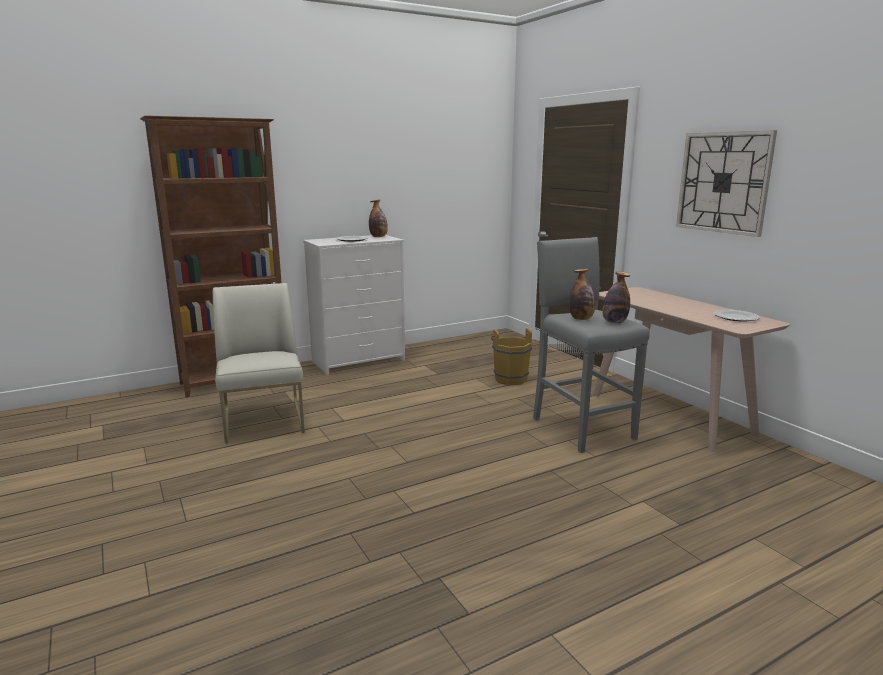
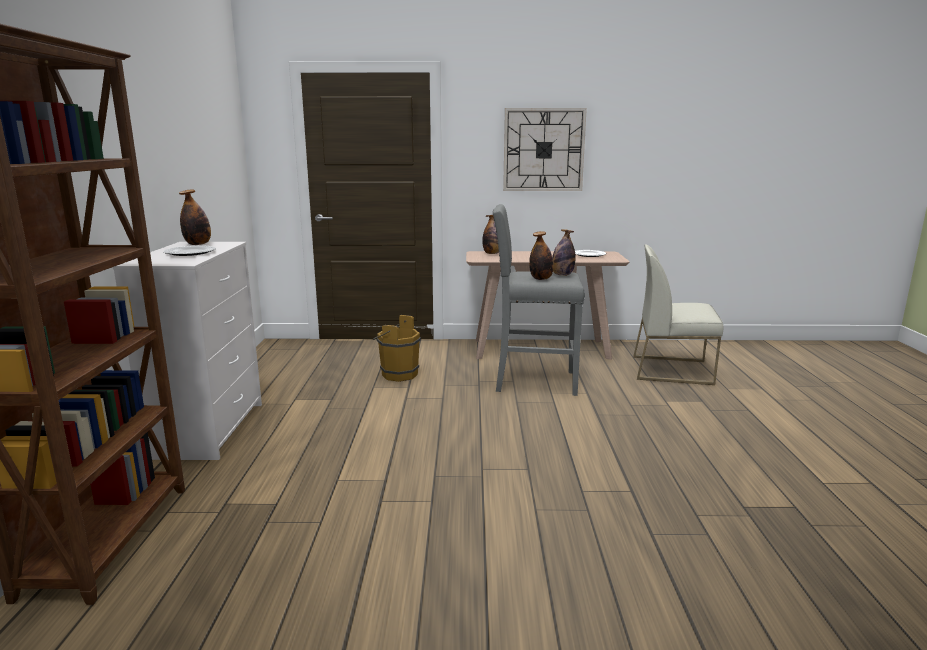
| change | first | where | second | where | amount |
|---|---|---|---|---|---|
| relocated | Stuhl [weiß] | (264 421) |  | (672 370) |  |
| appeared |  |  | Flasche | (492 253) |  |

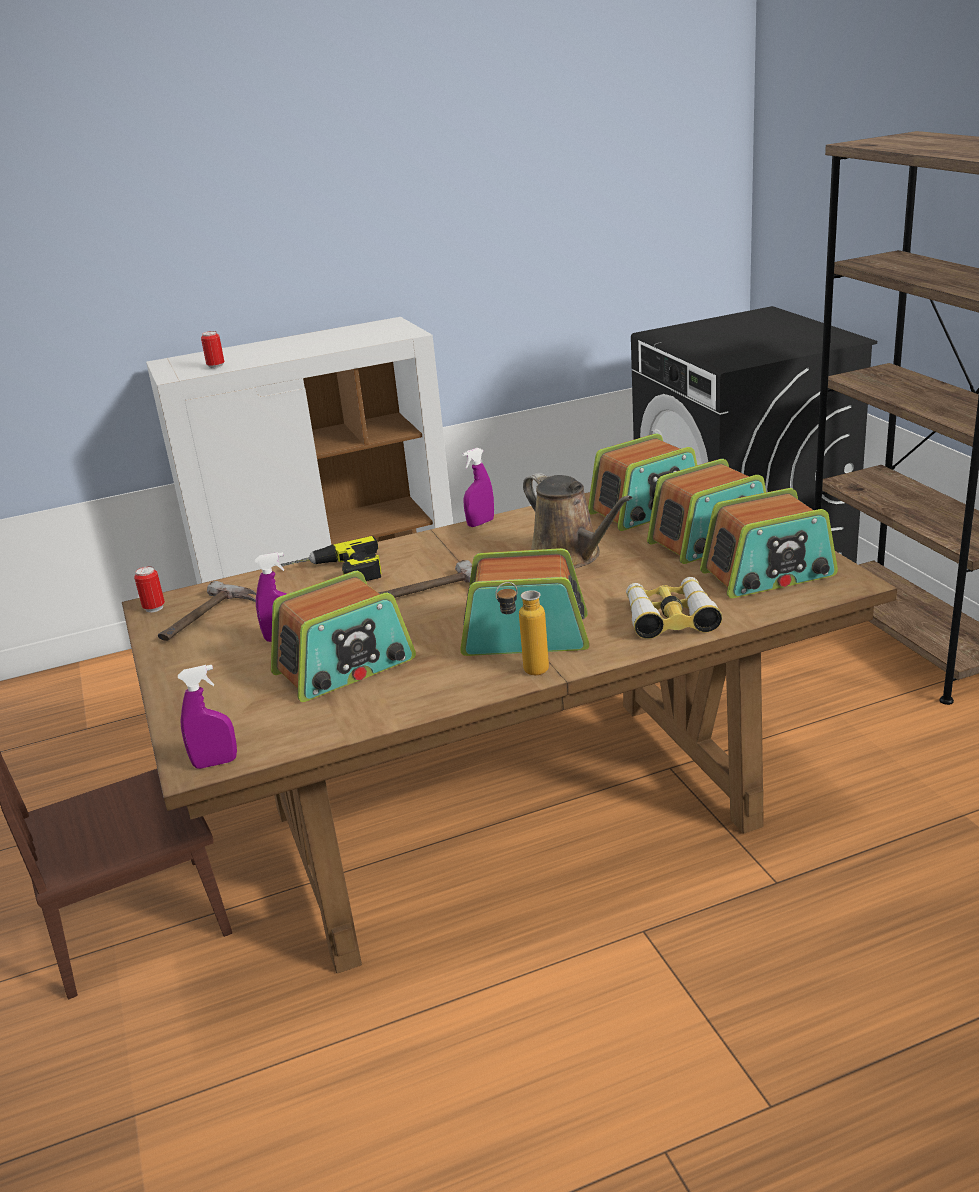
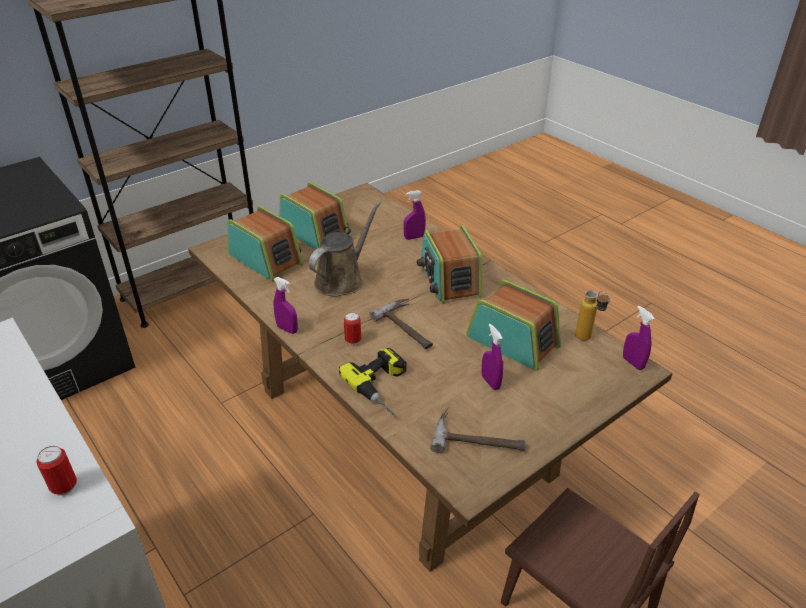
| change | first | where | second | where | amount |
|---|---|---|---|---|---|
| missing | Radio | (768 574) |  |  |  |
| relocated | Dose | (154 608) |  | (353 340) |  |
| exchanged | Fernglas | (670 617) | Sprühflasche [lila] | (414 237) |  |
| relocated | Flasche | (525 672) |  | (587 340) |  |

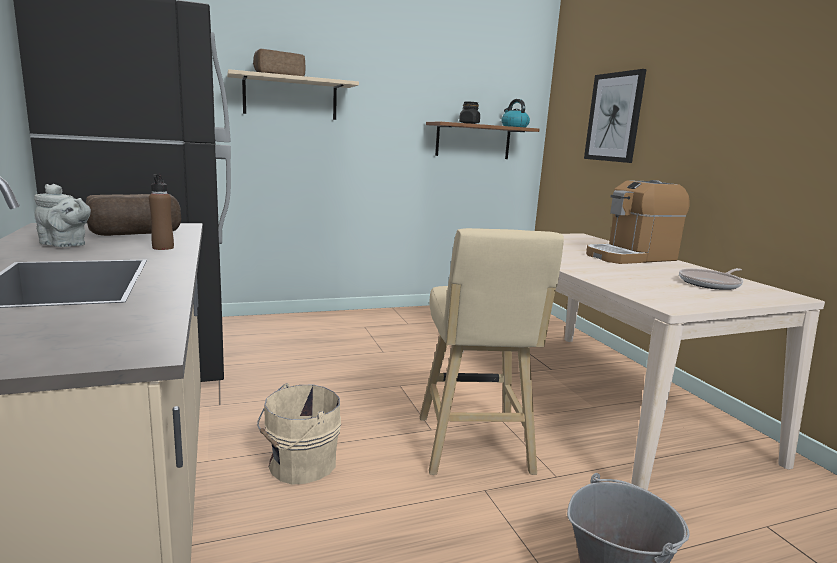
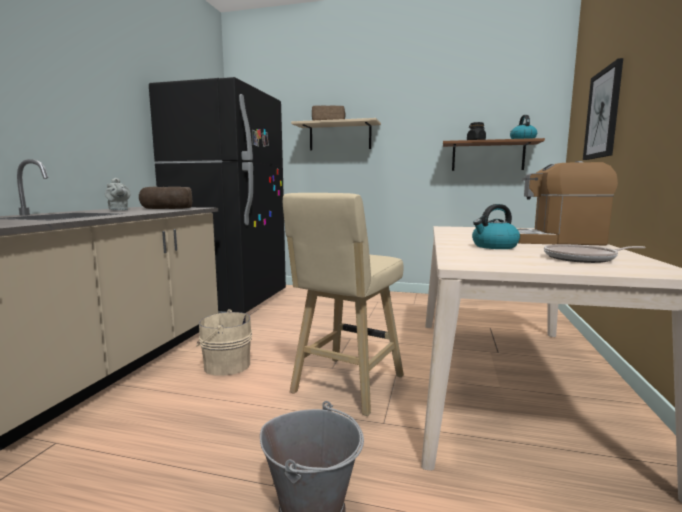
| change | first | where | second | where | amount |
|---|---|---|---|---|---|
| missing | Flasche [braun] | (163 248) |  |  |  |
| appeared |  |  | Wasserkessel | (494 246) |  |

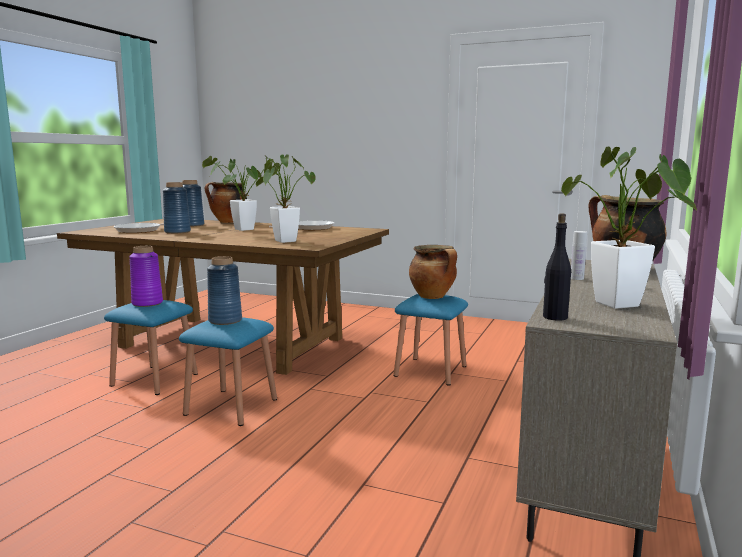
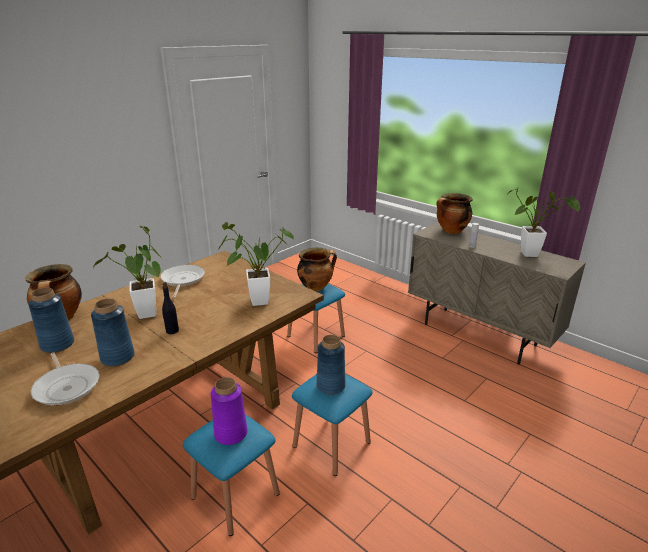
| change | first | where | second | where | amount |
|---|---|---|---|---|---|
| relocated | Flasche [schwarz] | (554 317) |  | (172 331) |  |

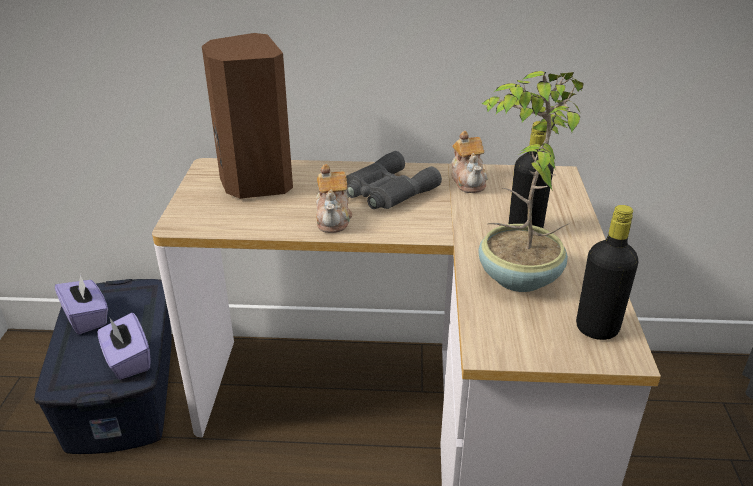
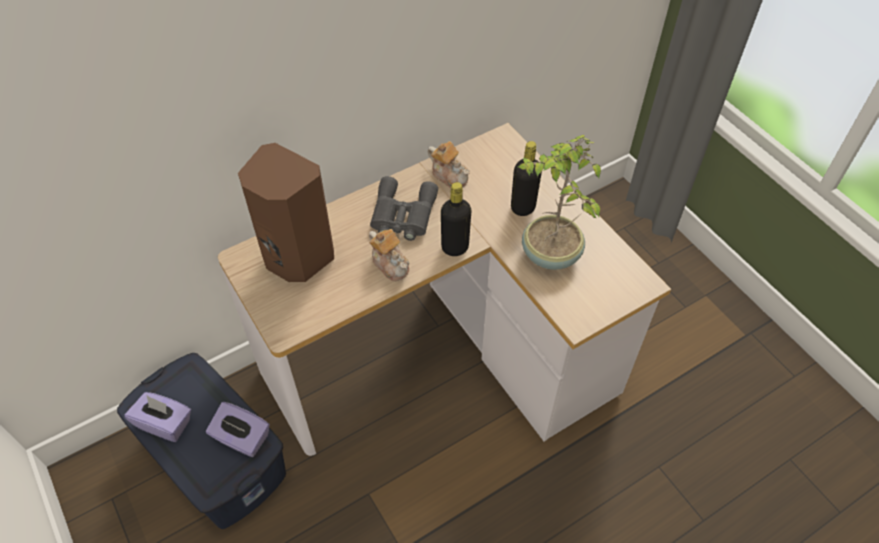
| change | first | where | second | where | amount |
|---|---|---|---|---|---|
| relocated | Flasche [schwarz] | (597 329) |  | (455 247) |  |

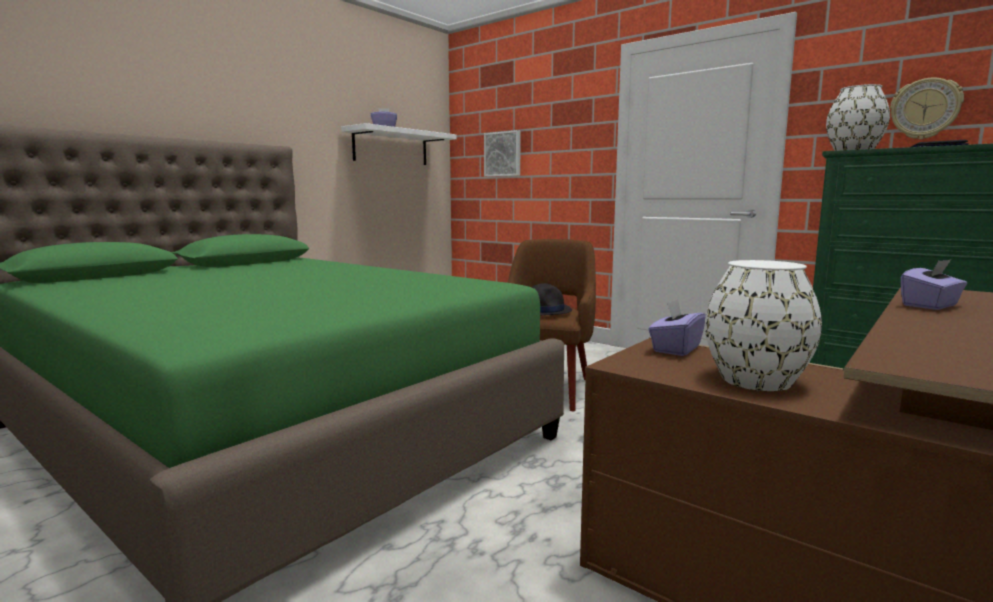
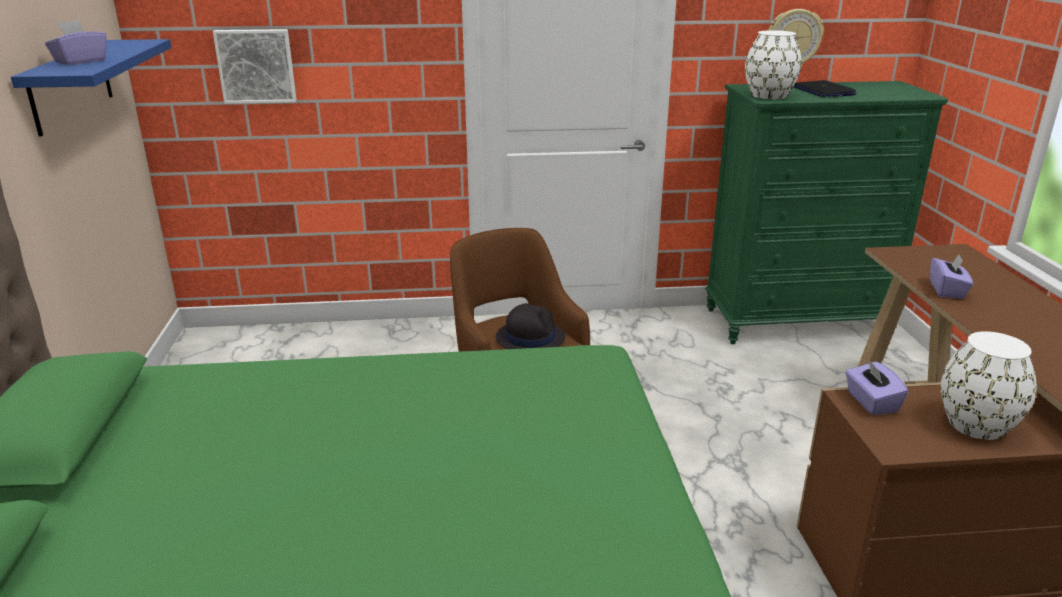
| change | first | where | second | where | amount |
|---|---|---|---|---|---|
| colour | Wandregal [weiß] | (391 147) | Wandregal [blau] | (71 85) |  |

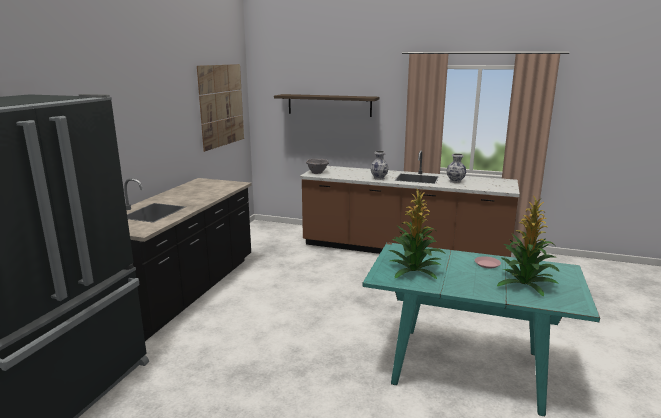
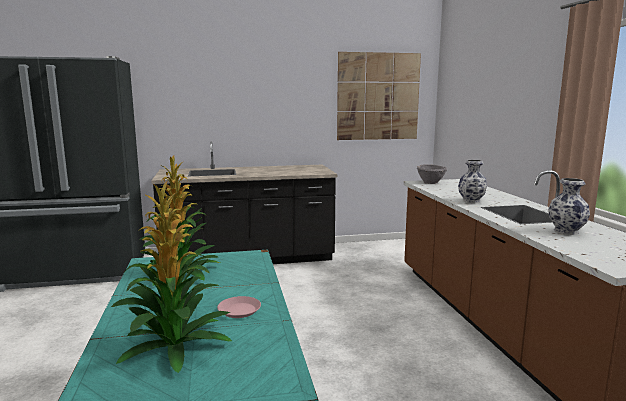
| change | first | where | second | where | amount |
|---|---|---|---|---|---|
| missing | Wandregal | (329 105) |  |  |  |

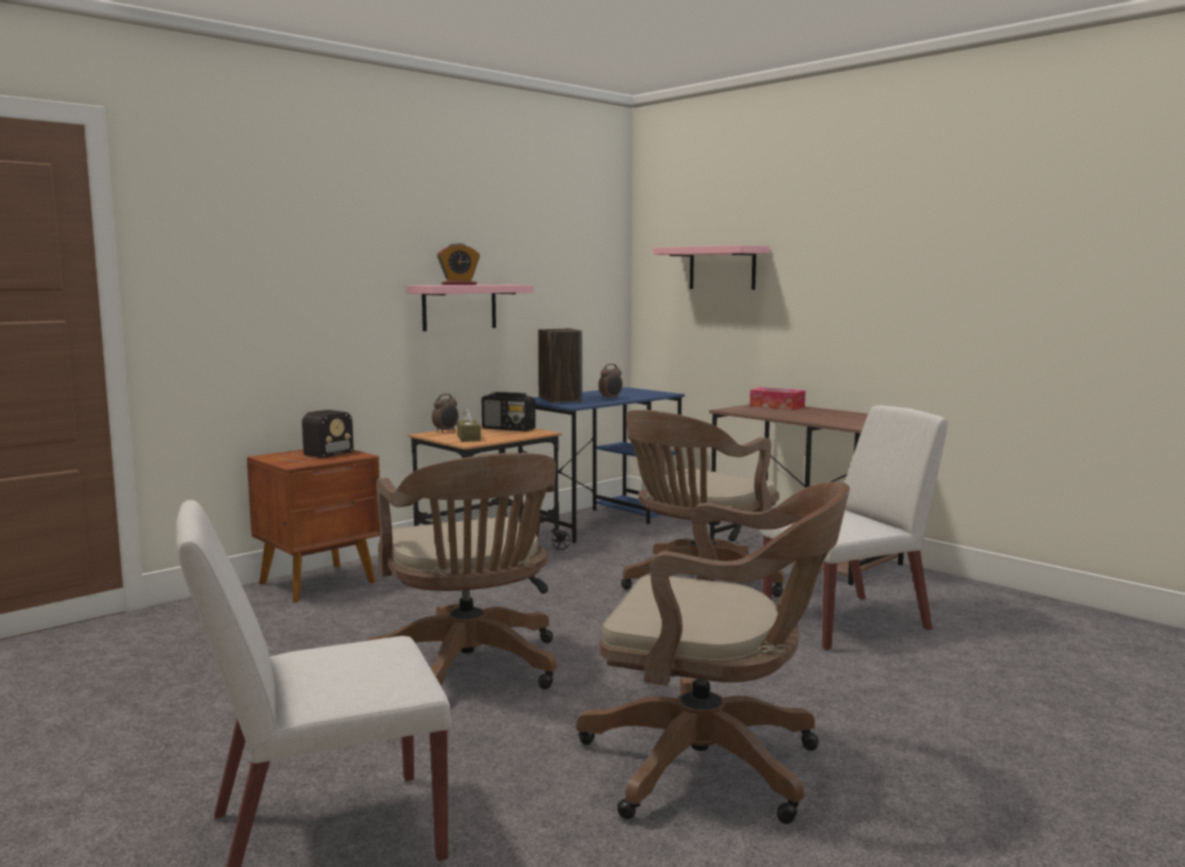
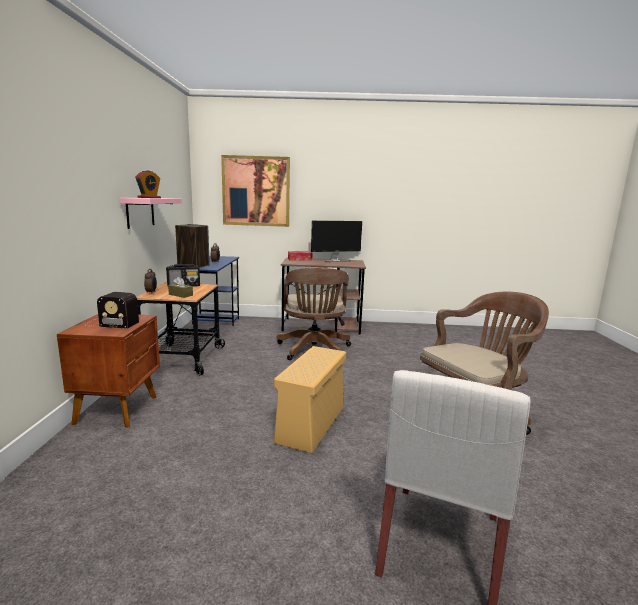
| change | first | where | second | where | amount |
|---|---|---|---|---|---|
| exchanged | Wandregal [rosa] | (722 268) | Bild | (256 191) |  |
| missing | Stuhl [weiß] | (847 622) |  |  |  |
| spun | Radio | (314 455) |  | (110 323) | 105 degrees clockwise |
| exchanged | Bürostuhl [braun] | (471 669) | Aufbewahrungsbox [beige] | (311 425) |  |
| appeared |  |  | Monitor | (335 260) |  |

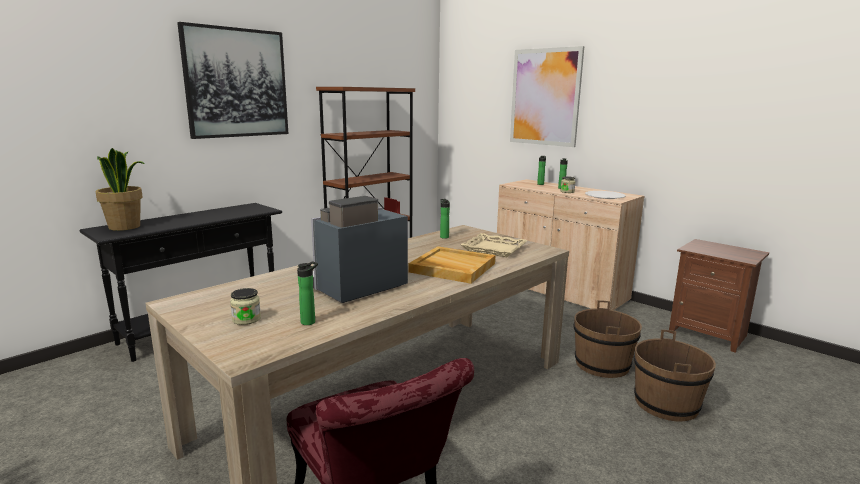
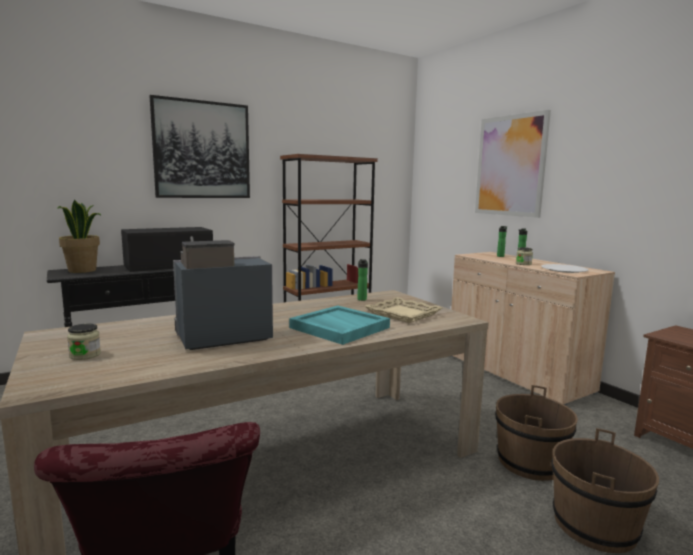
| change | first | where | second | where | amount |
|---|---|---|---|---|---|
| colour | Tablett [beige] | (452 268) | Tablett [türkis] | (338 327) |  |
| missing | Flasche | (310 321) |  |  |  |
| appeared |  |  | Mikrowelle [schwarz] | (170 265) |  |

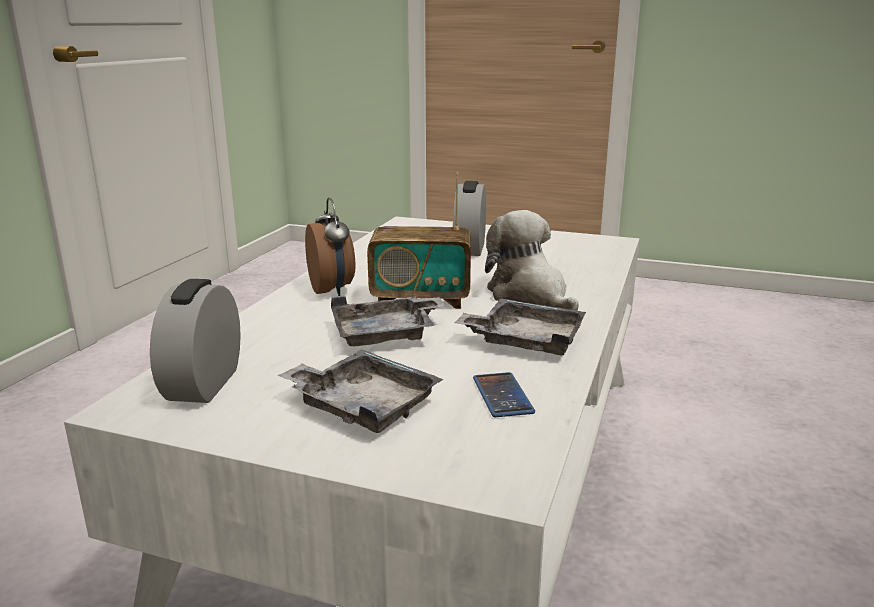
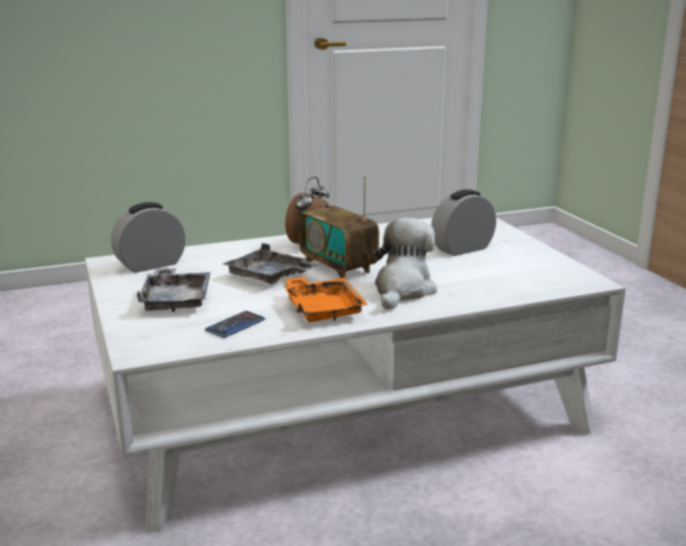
| change | first | where | second | where | amount |
|---|---|---|---|---|---|
| colour | Tablett [grau] | (525 341) | Tablett [orange] | (322 309) |  |

